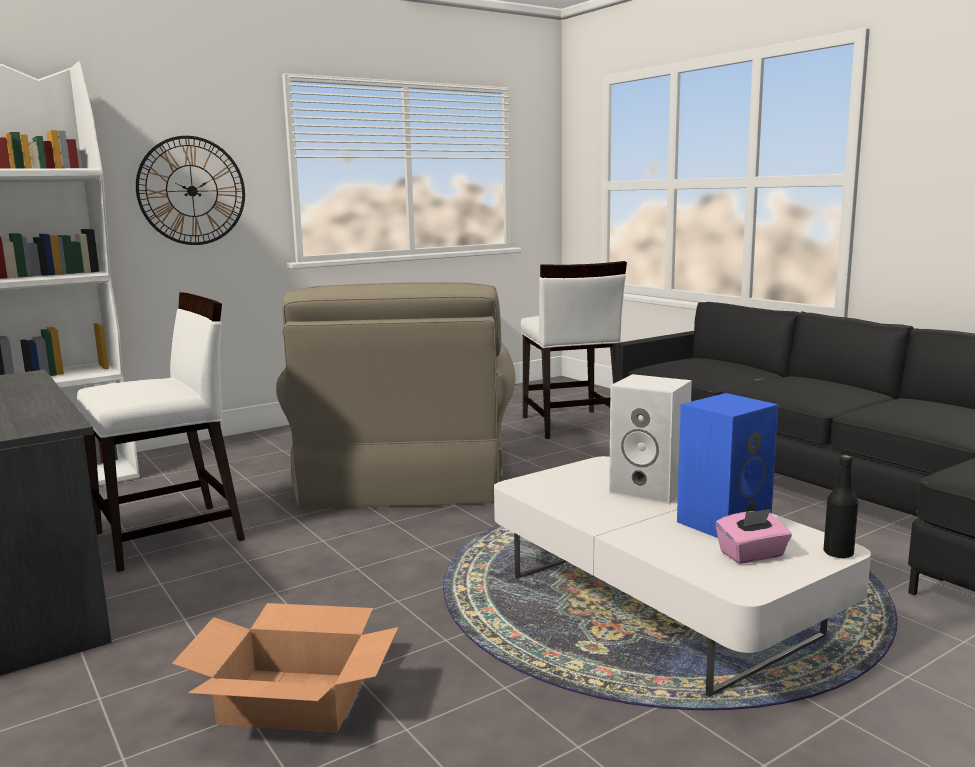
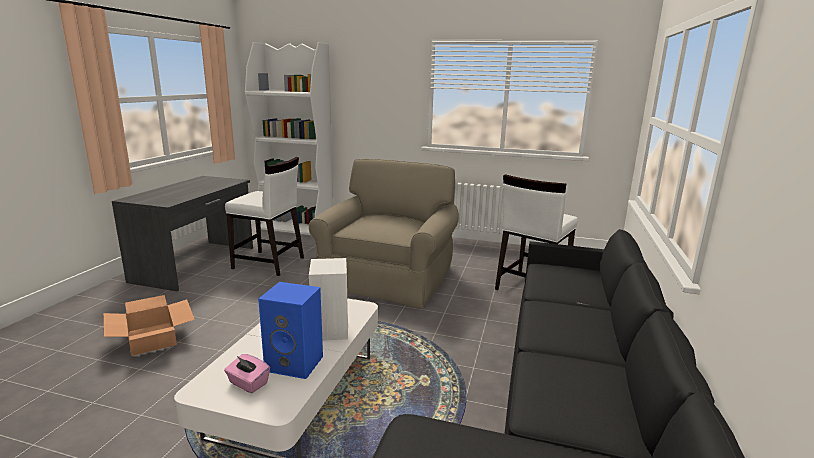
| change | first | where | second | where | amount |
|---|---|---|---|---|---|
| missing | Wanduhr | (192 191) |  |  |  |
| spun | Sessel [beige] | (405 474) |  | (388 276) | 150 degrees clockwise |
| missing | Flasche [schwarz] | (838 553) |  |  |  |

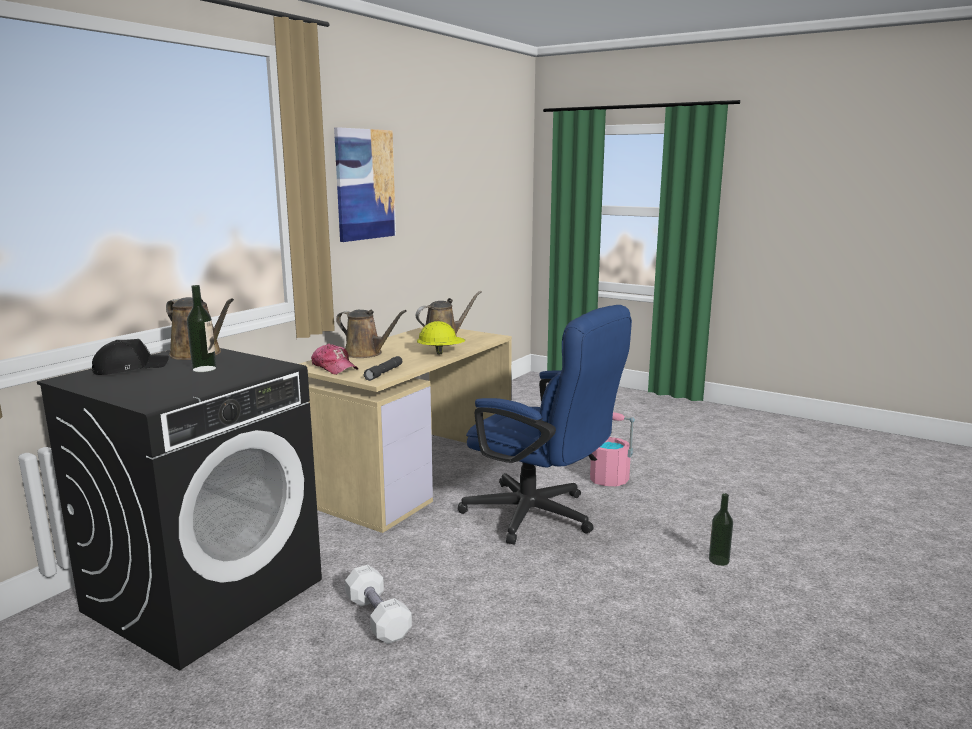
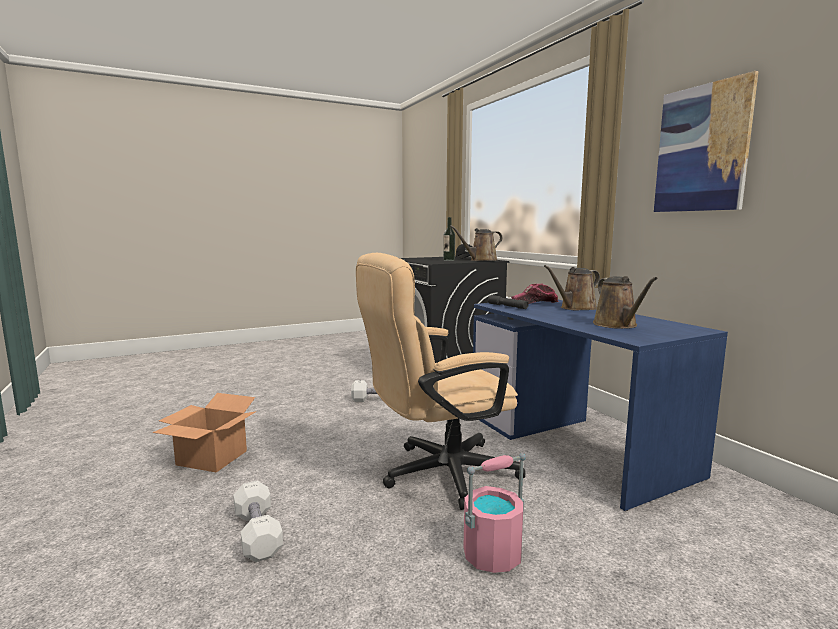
| change | first | where | second | where | amount |
|---|---|---|---|---|---|
| colour | Bürostuhl [blau] | (540 517) | Bürostuhl [beige] | (438 474) |  |
| missing | Schutzhelm [gelb] | (441 353) |  |  |  |
| colour | Schreibtisch [beige] | (411 474) | Schreibtisch [blau] | (576 443) |  |
| exchanged | Flasche | (718 560) | Hantel [weiß] | (257 534) |  |
| appeared |  |  | Karton | (213 458) |  |

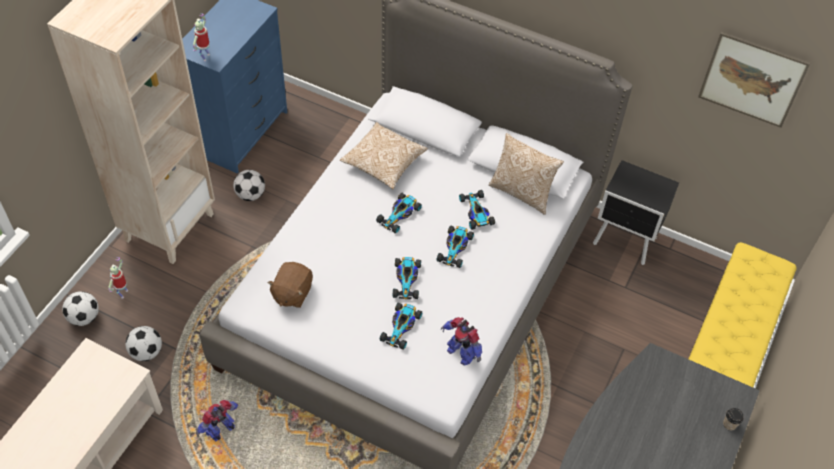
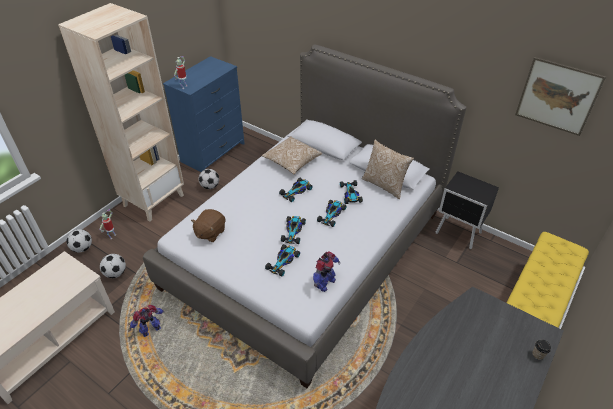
| change | first | where | second | where | amount |
|---|---|---|---|---|---|
| spun | Spielzeugroboter | (461 352) |  | (324 283) | 105 degrees counterclockwise |

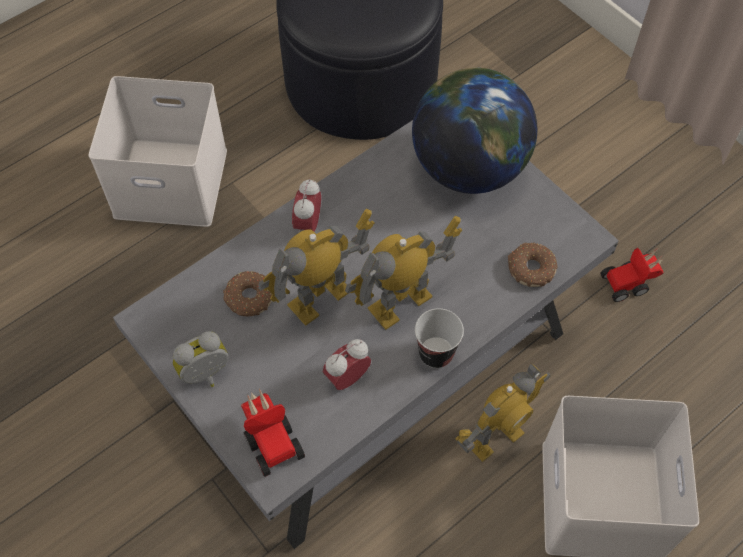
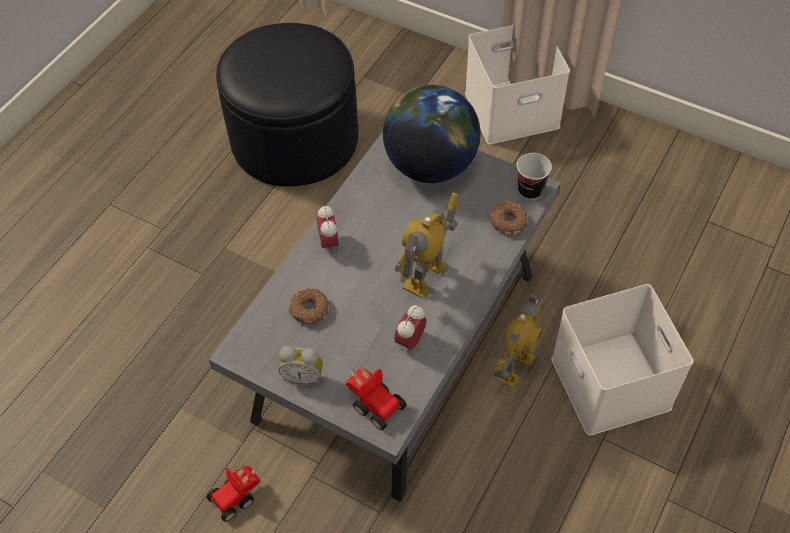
| change | first | where | second | where | amount |
|---|---|---|---|---|---|
| relocated | Aufbewahrungsbox [weiß] | (173 181) |  | (513 108) |  |
| missing | Spielzeugroboter | (320 300) |  |  |  |
| relocated | Spielzeugauto | (630 282) |  | (237 496) |  |
| relocated | Tasse | (436 353) |  | (530 190) |  |
| spun | Wecker | (206 375) |  | (303 376) | 120 degrees counterclockwise |

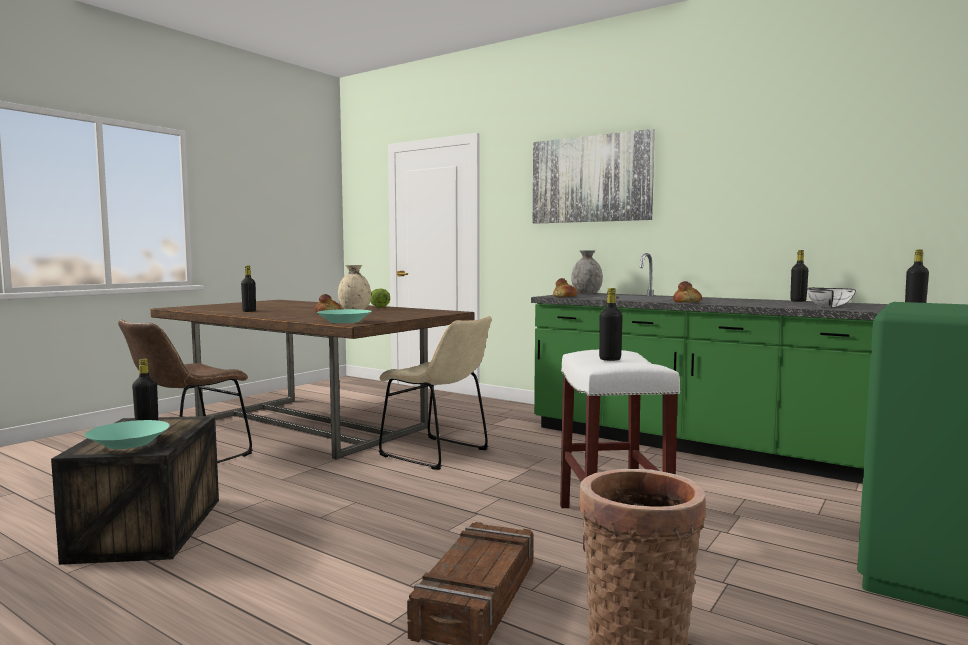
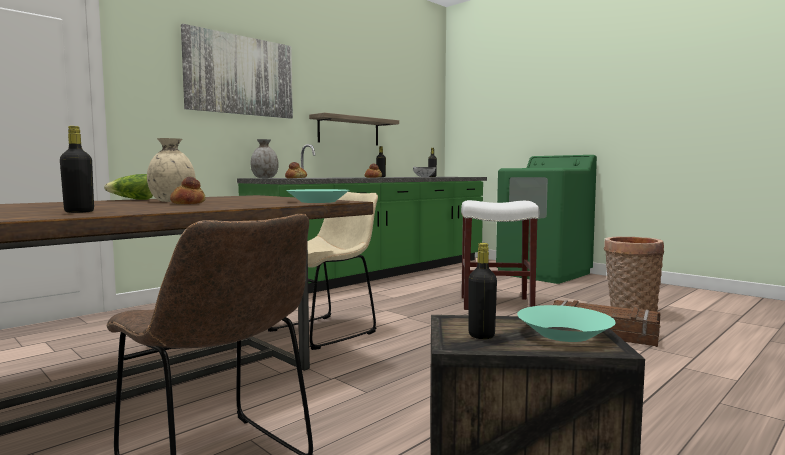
| change | first | where | second | where | amount |
|---|---|---|---|---|---|
| missing | Flasche [schwarz] | (610 359) |  |  |  |
| appeared |  |  | Wandregal | (349 131) |  |

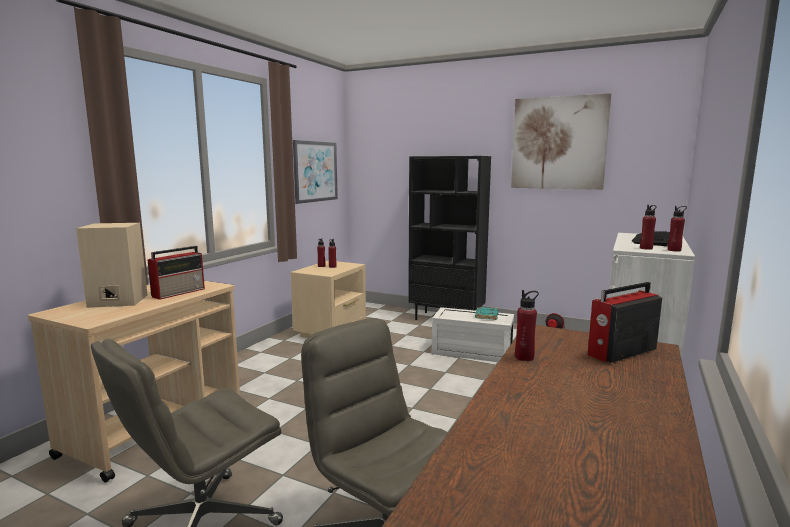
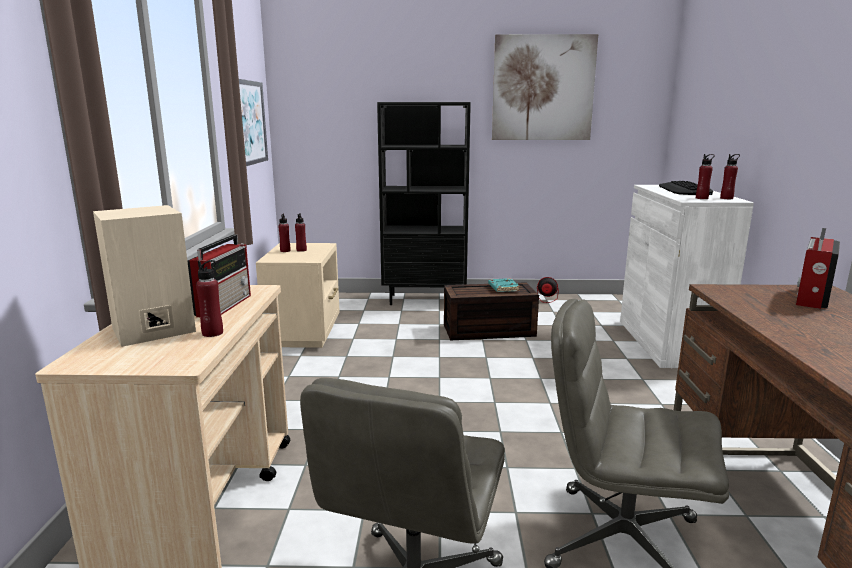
| change | first | where | second | where | amount |
|---|---|---|---|---|---|
| relocated | Flasche [rot] | (524 357) |  | (212 333) |  |
| colour | Aufbewahrungsbox [weiß] | (471 352) | Aufbewahrungsbox [braun] | (488 331) |  |

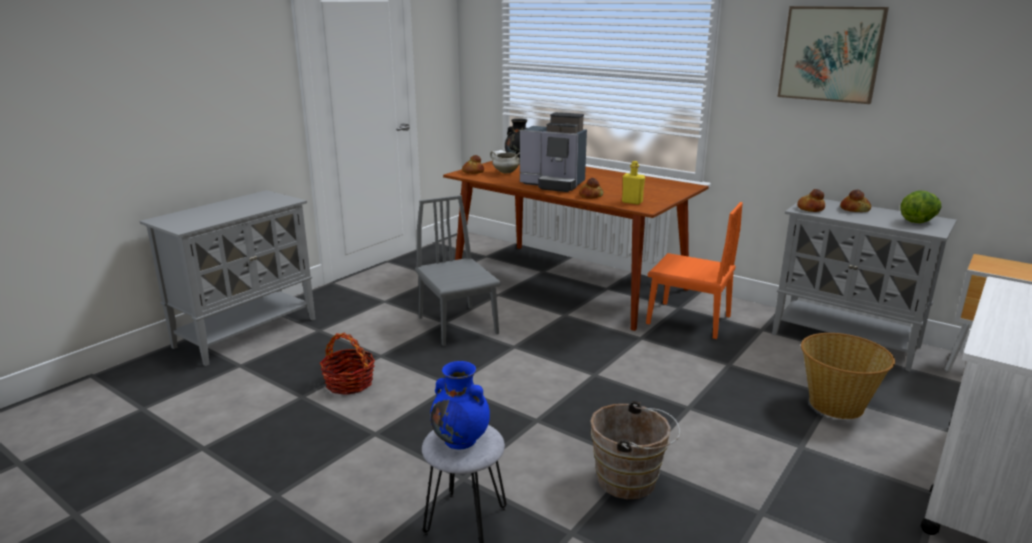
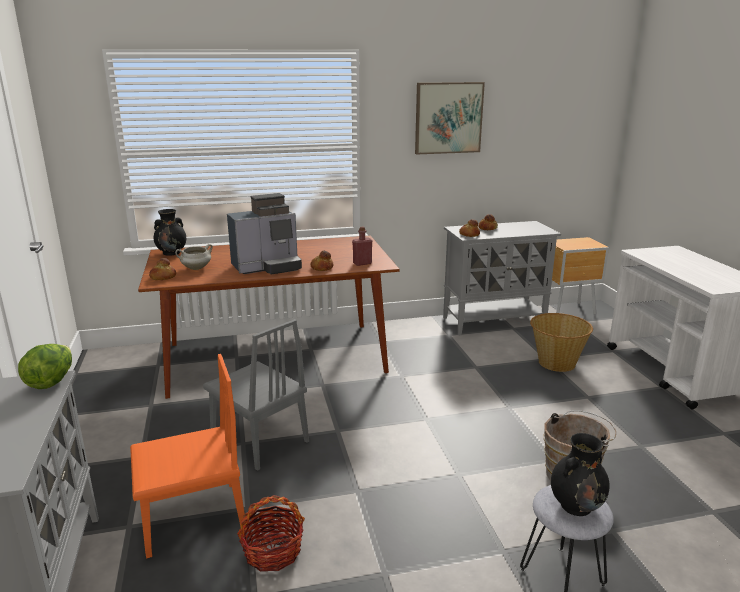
| change | first | where | second | where | amount |
|---|---|---|---|---|---|
| colour | Flasche [gelb] | (632 202) | Flasche [rot] | (362 263) |  |
| relocated | Salatkopf | (918 221) |  | (51 381) |  |
| spun | Stuhl [grau] | (457 325) |  | (259 439) | 150 degrees counterclockwise |
| relocated | Stuhl [orange] | (688 320) |  | (193 518) |  |
| colour | Vase [blau] | (461 440) | Vase [schwarz] | (576 505) |  |

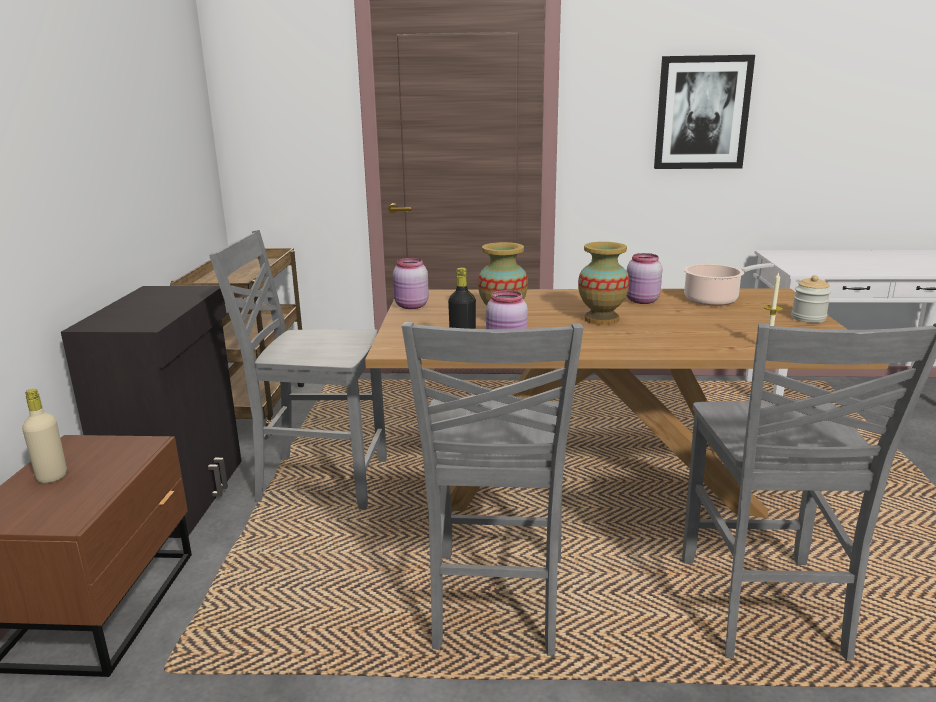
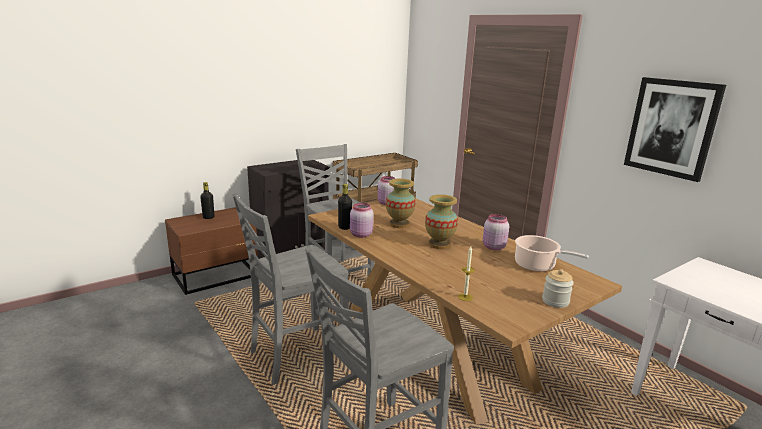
| change | first | where | second | where | amount |
|---|---|---|---|---|---|
| colour | Flasche [beige] | (52 477) | Flasche [schwarz] | (208 217) |  |

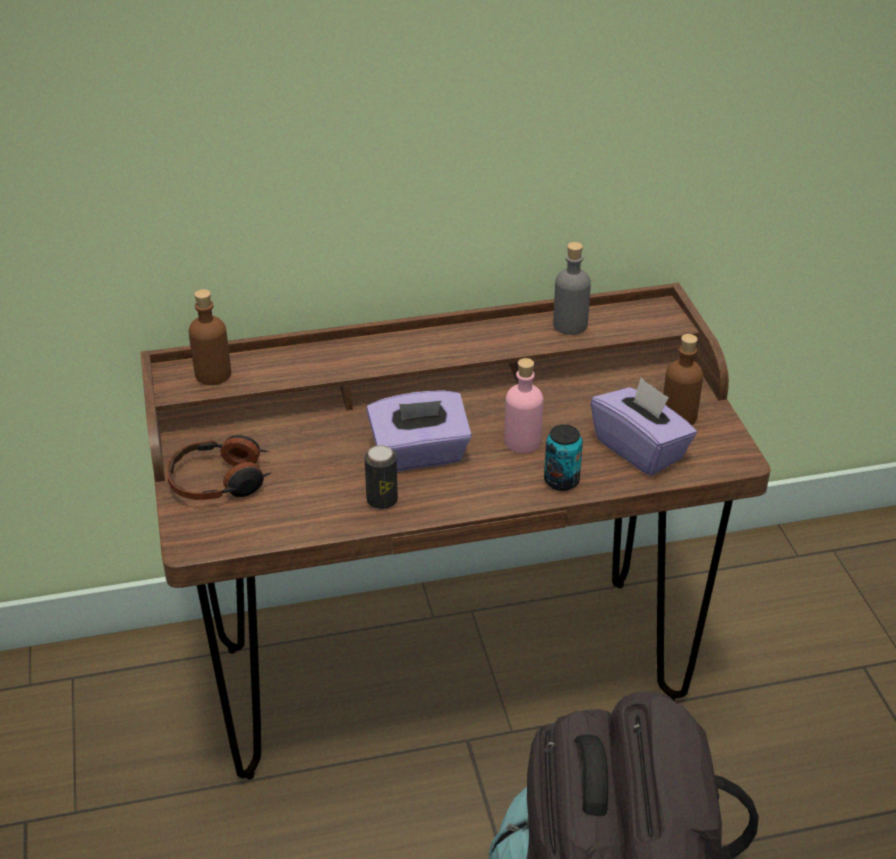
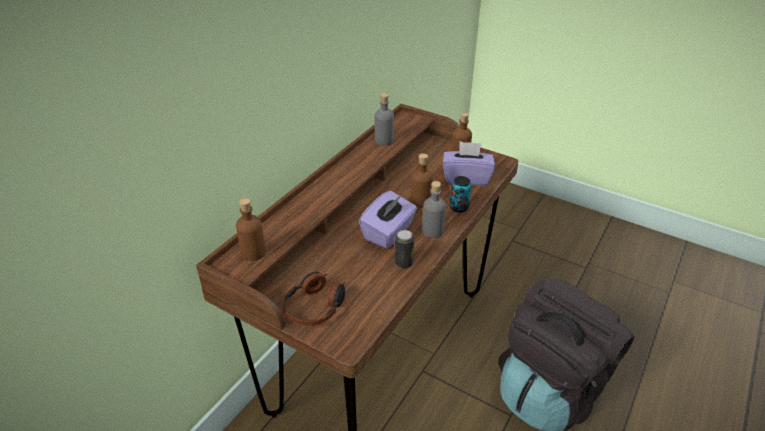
| change | first | where | second | where | amount |
|---|---|---|---|---|---|
| colour | Flasche [rosa] | (522 442) | Flasche [braun] | (420 201) |  |
| appeared |  |  | Flasche [grau] | (433 231) |  |

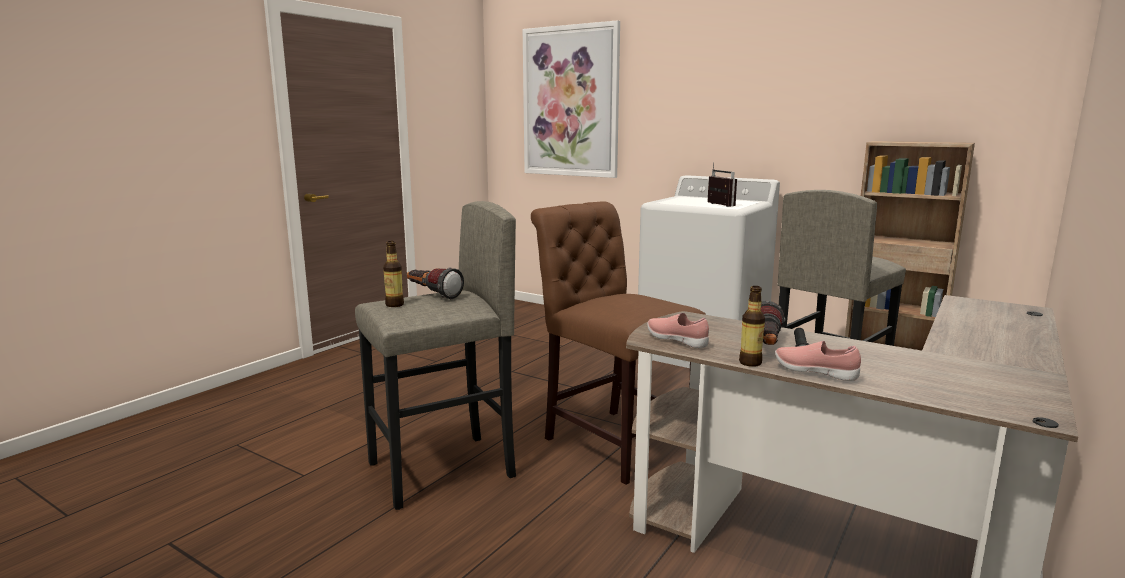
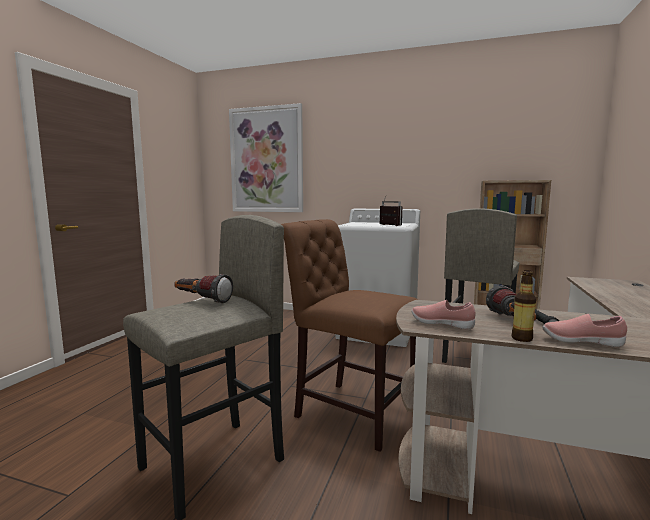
| change | first | where | second | where | amount |
|---|---|---|---|---|---|
| missing | Flasche | (394 305) |  |  |  |

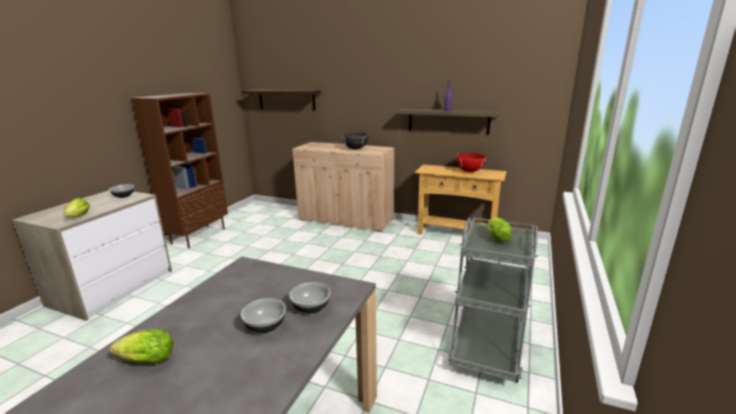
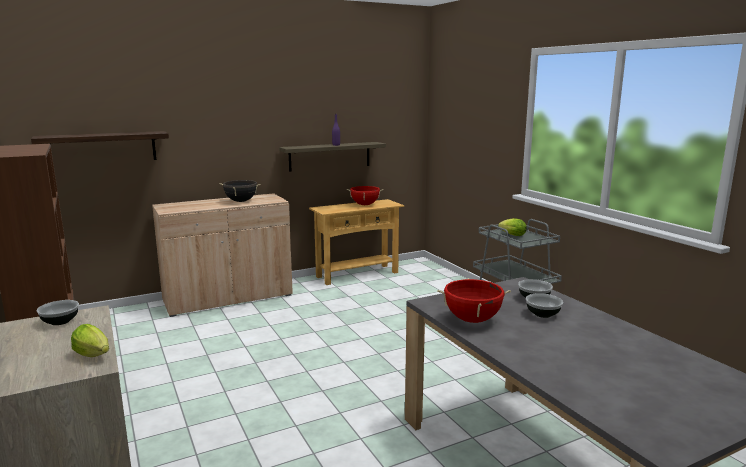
| change | first | where | second | where | amount |
|---|---|---|---|---|---|
| missing | Salatkopf | (144 361) |  |  |  |
| appeared |  |  | Kochtopf [rot] | (472 320) |  |

